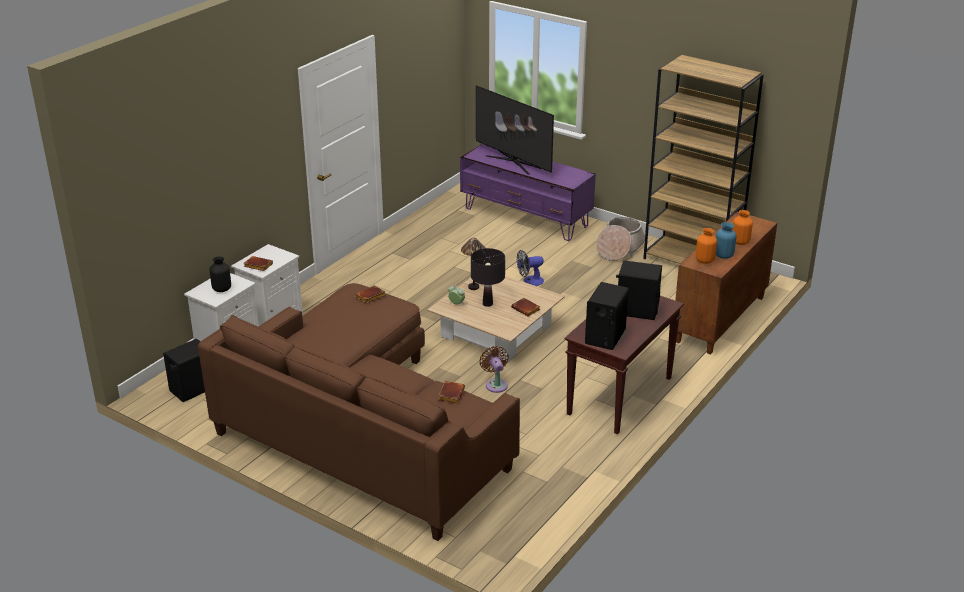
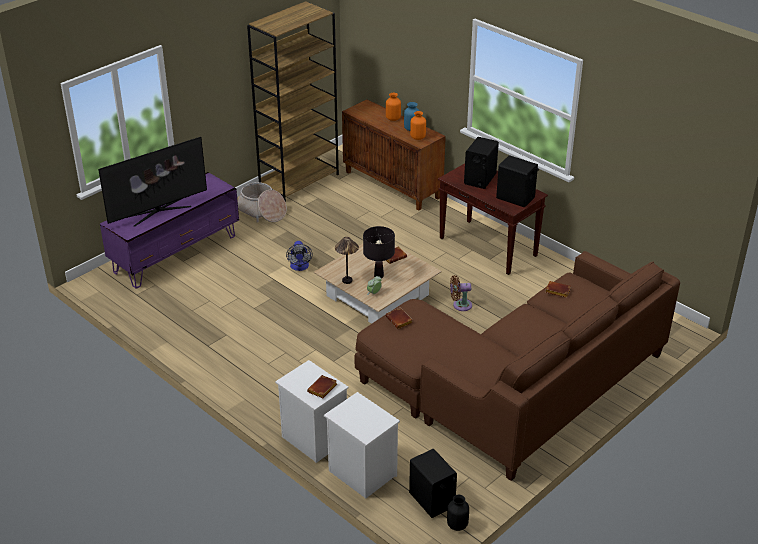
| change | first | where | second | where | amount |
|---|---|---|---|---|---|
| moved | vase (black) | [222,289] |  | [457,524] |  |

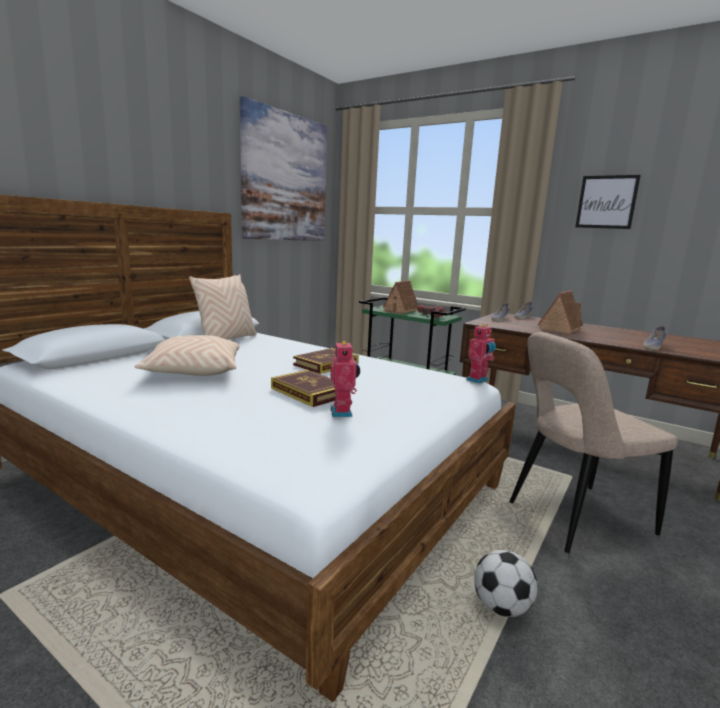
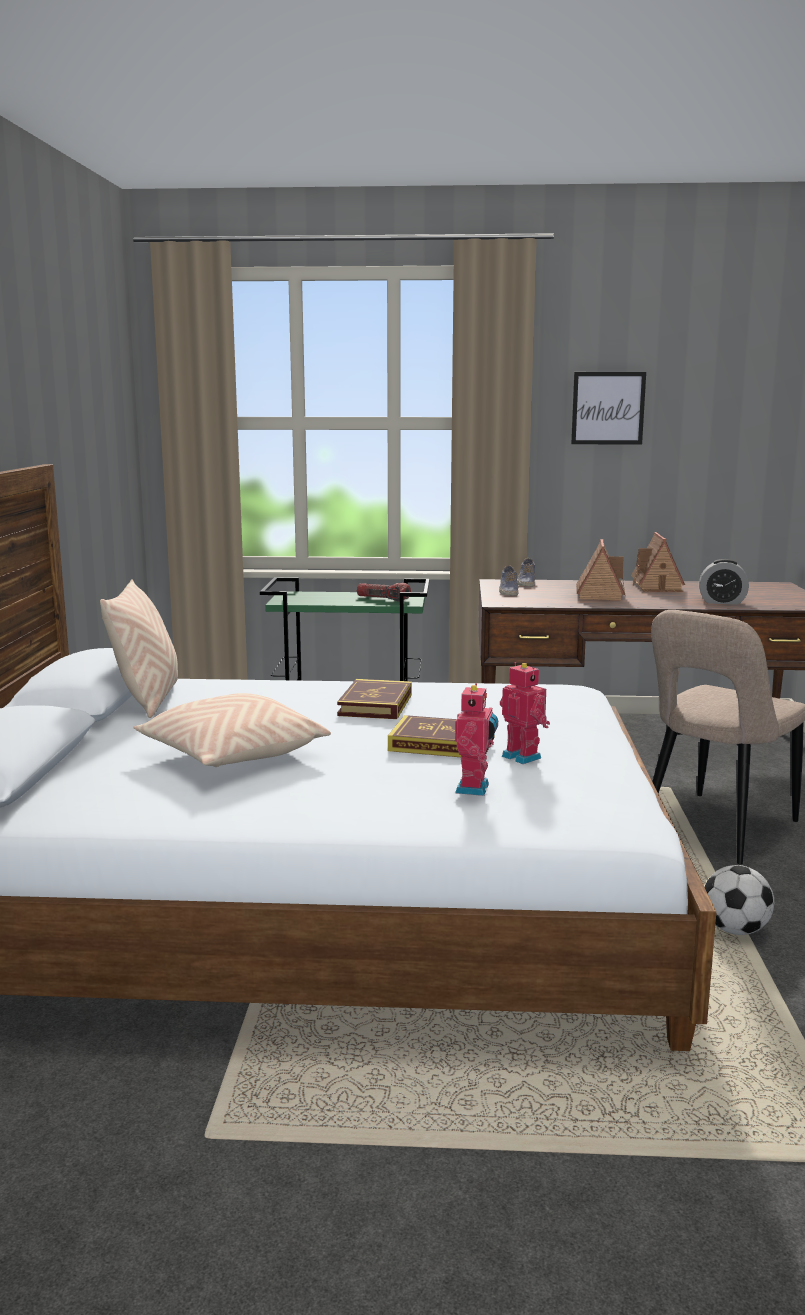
| change | first | where | second | where | amount |
|---|---|---|---|---|---|
| moved | toy robot | [478,380] |  | [475,788] |  |
| moved | toy house | [399,310] |  | [657,586] |  |
| replaced | shoe | [653,346] | alarm clock | [722,602] |  |
| removed | picture | [285,178] |  |  |  |

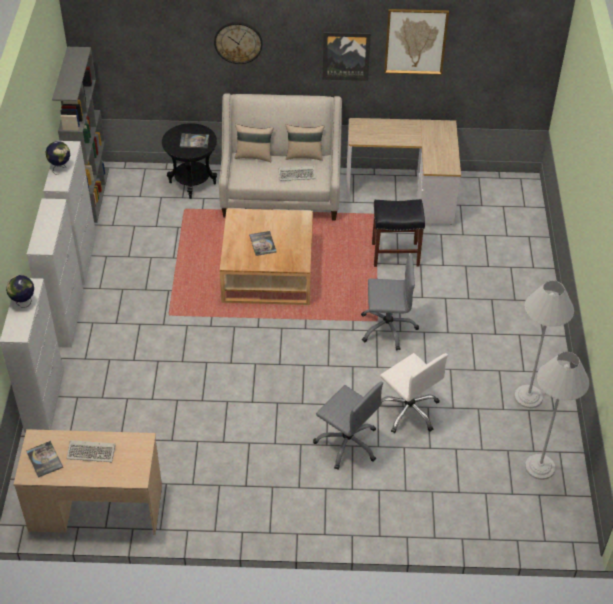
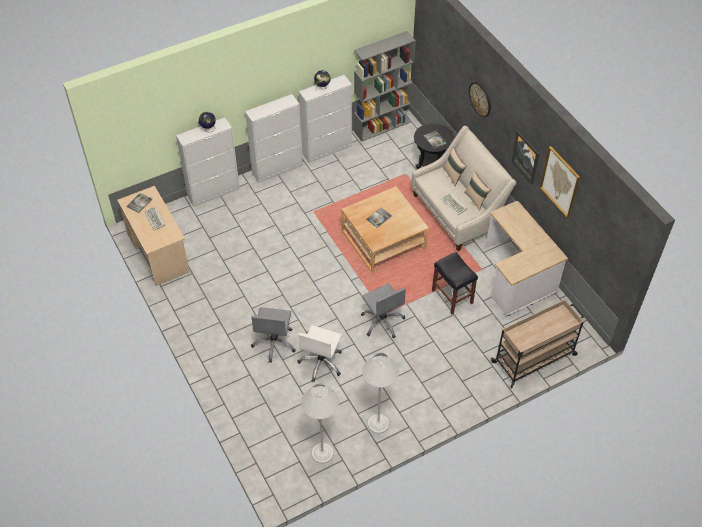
| change | first | where | second | where | amount |
|---|---|---|---|---|---|
| added |  |  | cart (beige) | [535,358] |  |

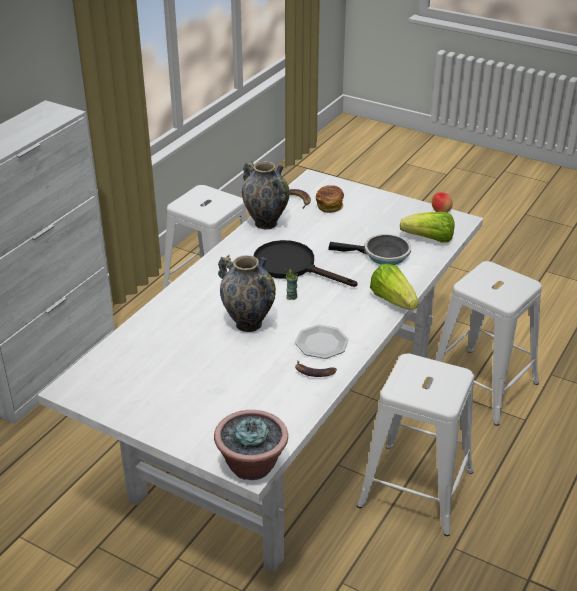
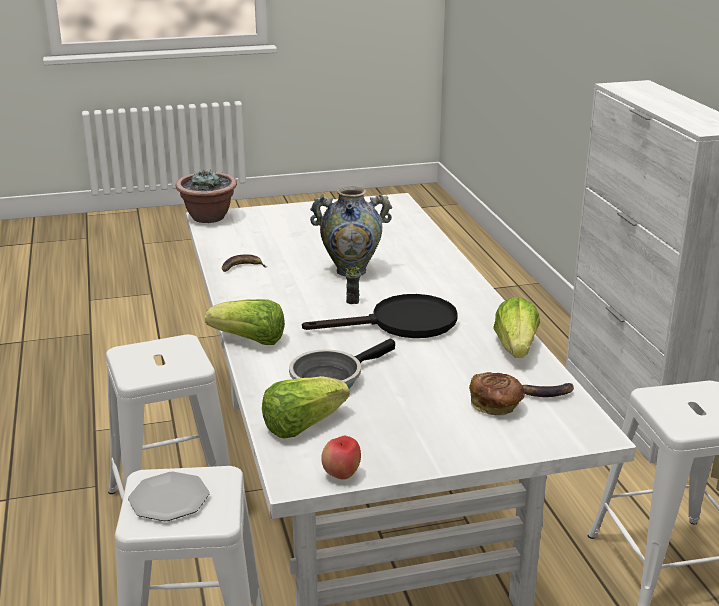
| change | first | where | second | where | amount |
|---|---|---|---|---|---|
| moved | plate | [321,344] |  | [169,499] |  |
| replaced | vase | [266,223] | lettuce | [516,348] |  |

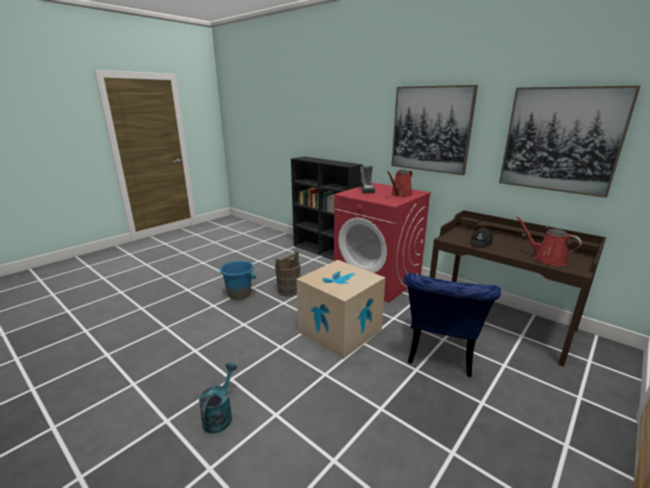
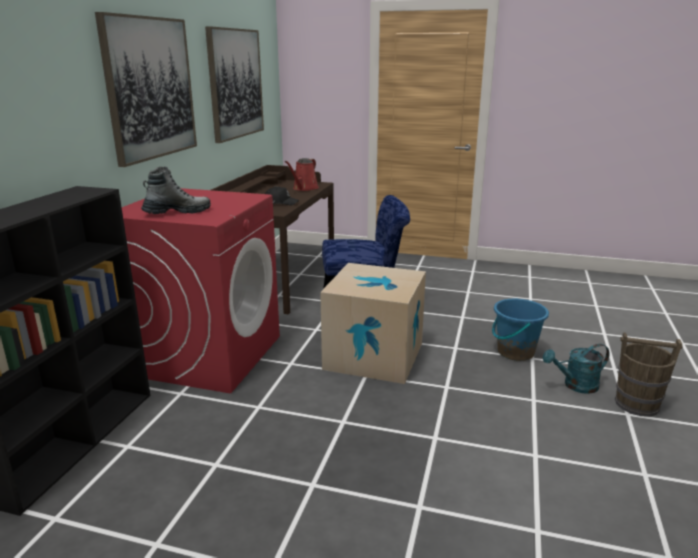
| change | first | where | second | where | amount |
|---|---|---|---|---|---|
| moved | bucket (blue) | [239,294] |  | [515,352] |  |
| moved | bucket (brown) | [289,291] |  | [636,404] |  |
| removed | watering can (red) | [400,194] |  |  |  |

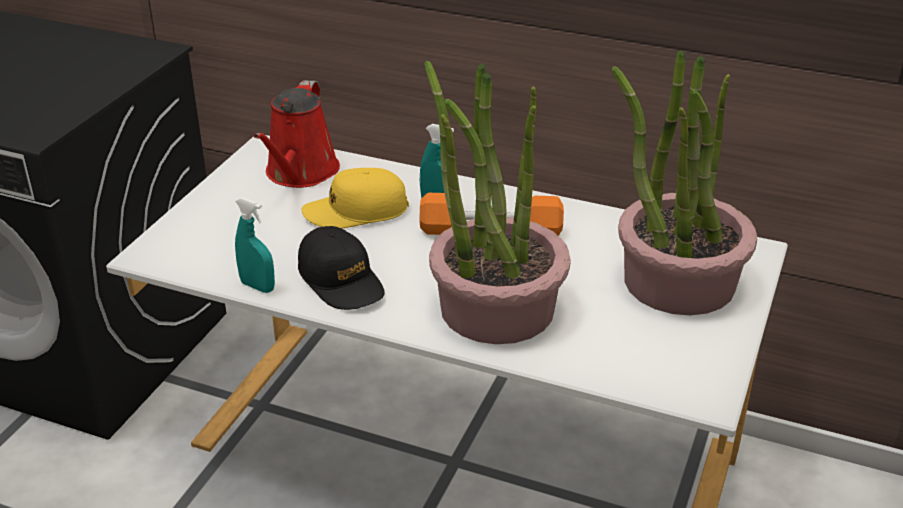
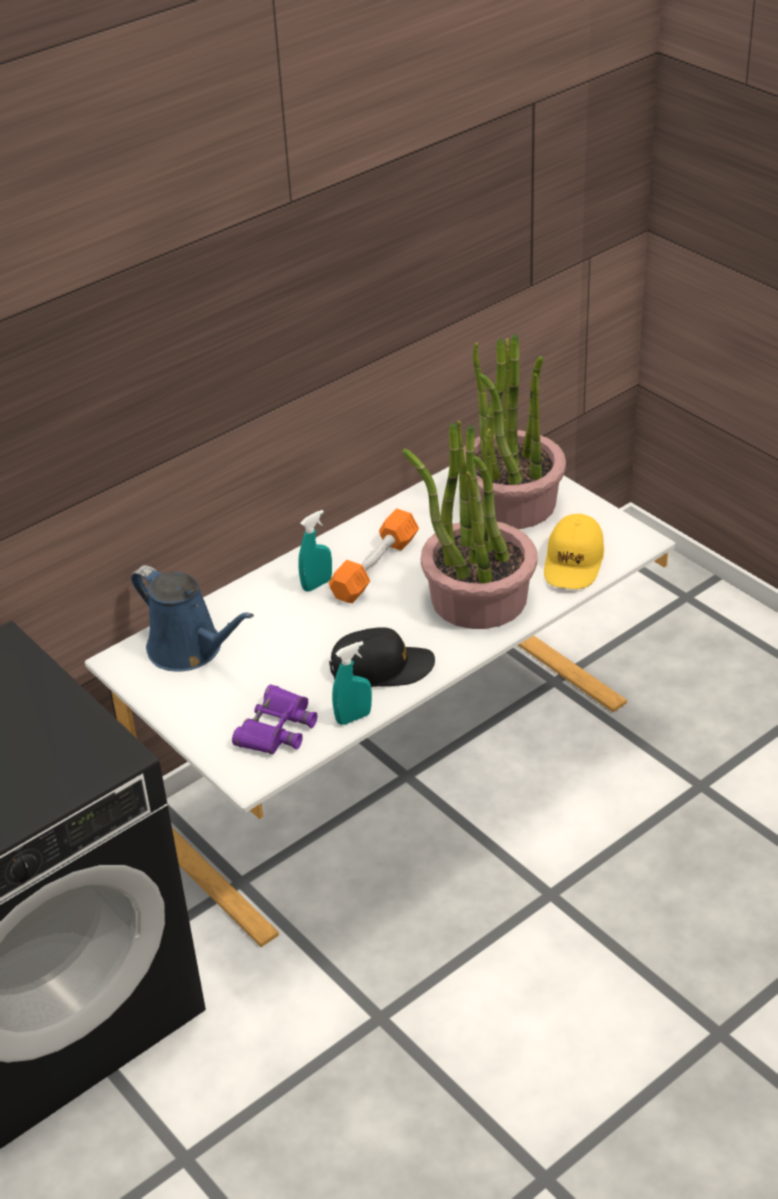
| change | first | where | second | where | amount |
|---|---|---|---|---|---|
| recoloured | watering can (red) | [300,173] | watering can (blue) | [190,650] |  |
| added |  |  | binoculars (purple) | [276,728] |  |
| moved | cap (yellow) | [356,211] |  | [573,562] |  |

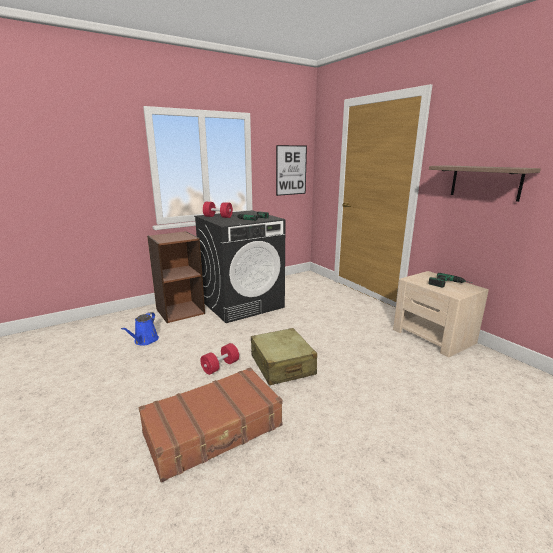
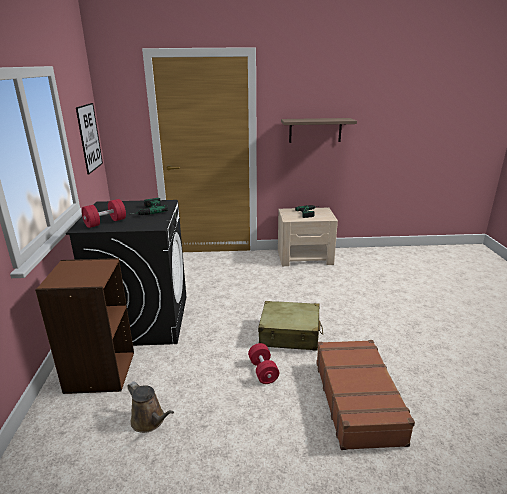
| change | first | where | second | where | amount |
|---|---|---|---|---|---|
| recoloured | watering can (blue) | [145,341] | watering can (brown) | [150,421] |  |

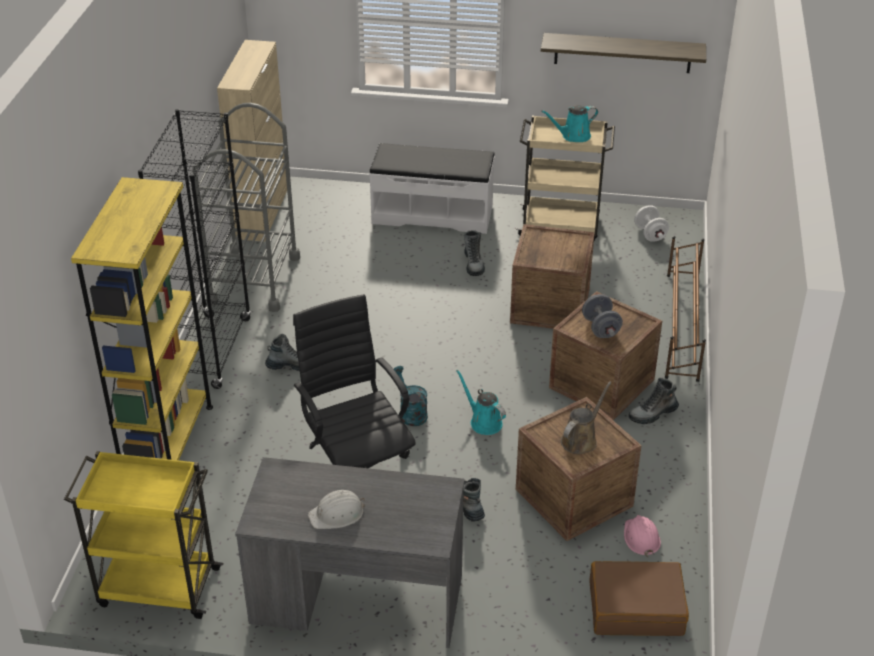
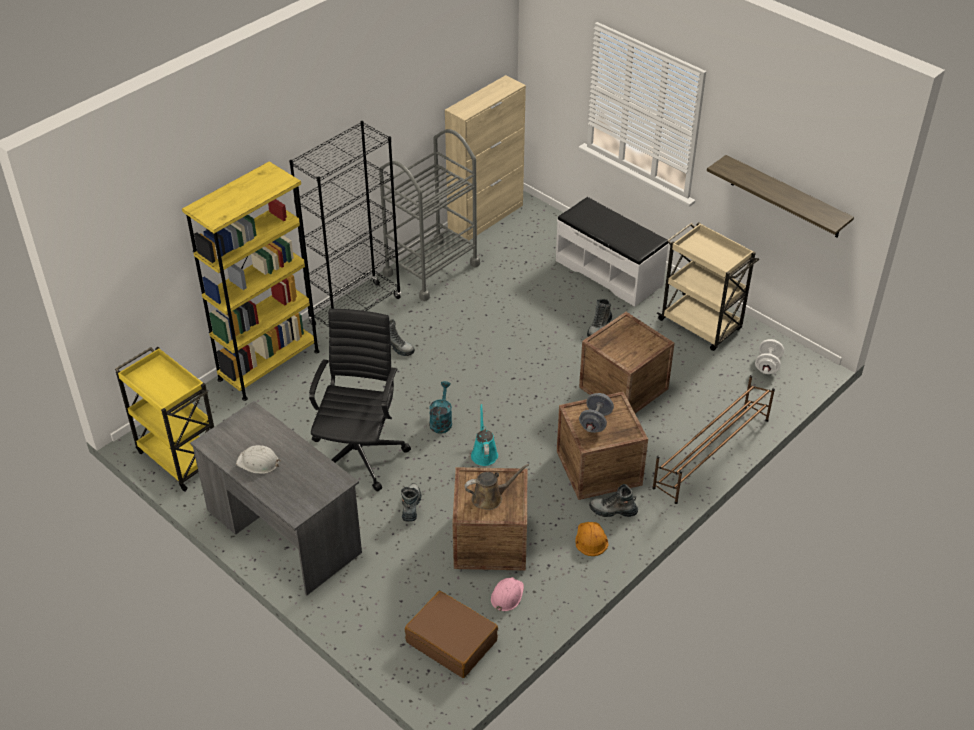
| change | first | where | second | where | amount |
|---|---|---|---|---|---|
| added |  |  | hard hat (orange) | [590,539] |  |
| removed | watering can (turquoise) | [573,136] |  |  |  |

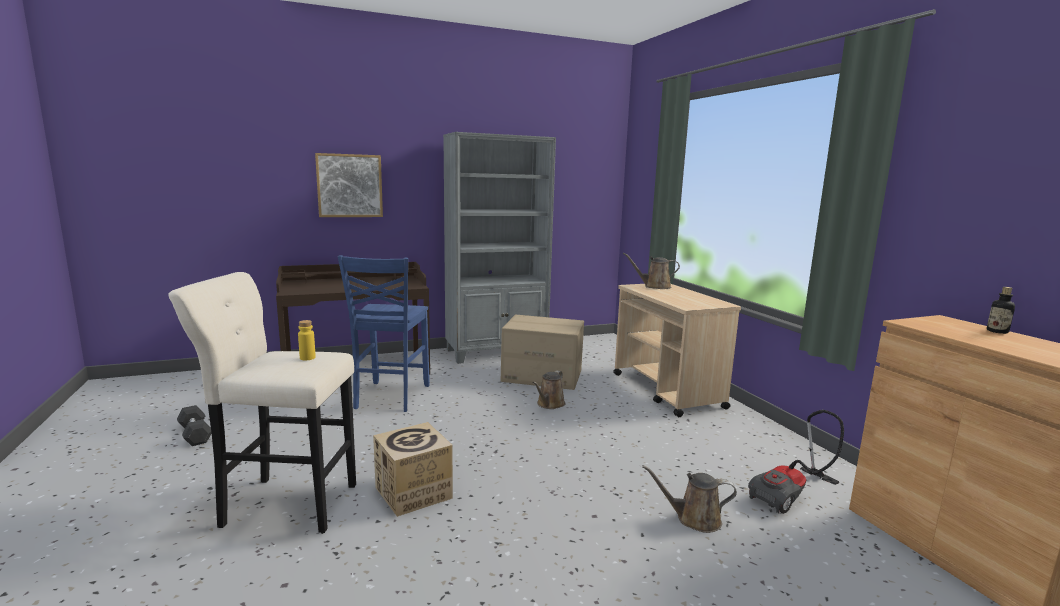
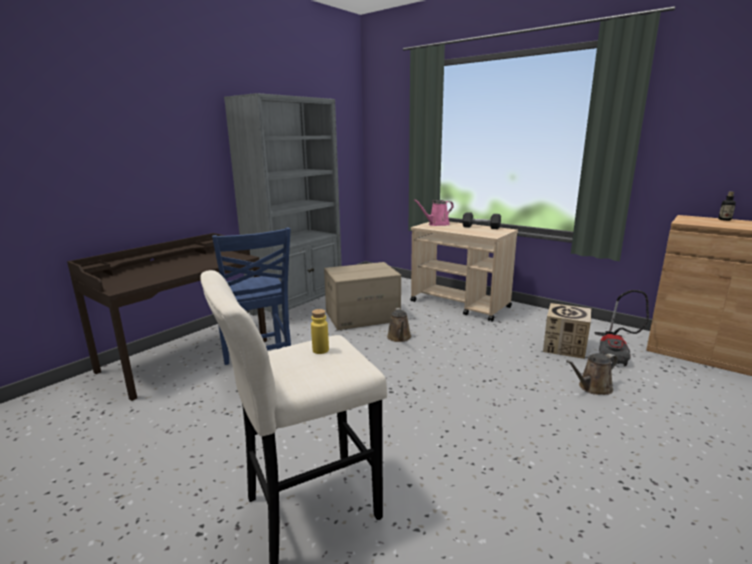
| change | first | where | second | where | amount |
|---|---|---|---|---|---|
| recoloured | watering can (brown) | [654,286] | watering can (pink) | [437,224] |  |
| moved | dumbbell (grey) | [195,434] |  | [481,227] |  |
| moved | cardboard box | [413,493] |  | [564,347] |  |
| removed | picture | [349,185] |  |  |  |

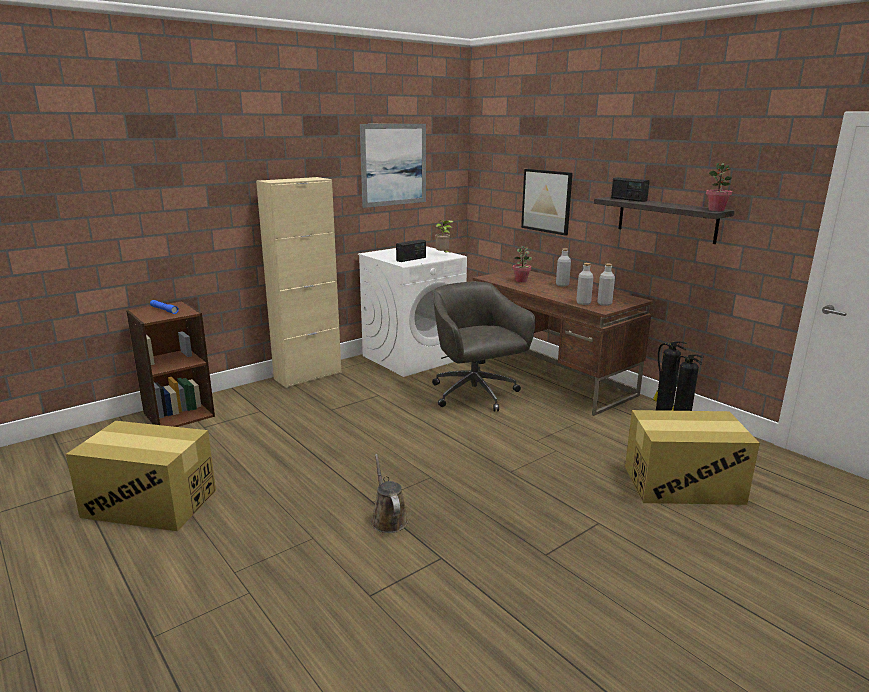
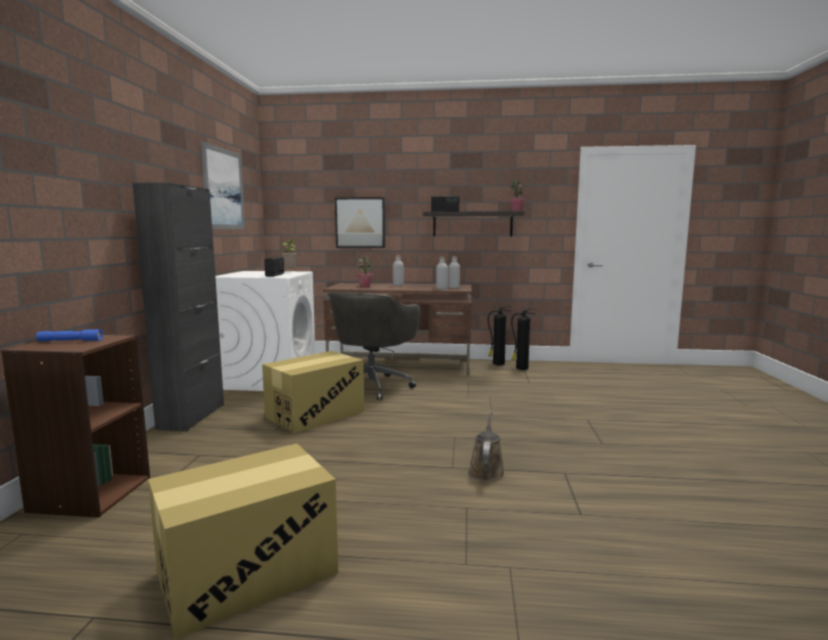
| change | first | where | second | where | amount |
|---|---|---|---|---|---|
| recoloured | cabinet (beige) | [308,376] | cabinet (black) | [191,416] |  |
| moved | cardboard box | [683,484] |  | [315,414] |  |
| turned | office chair (grey) | [475,395] |  | [373,386] | 90 degrees counterclockwise |
| turned | watering can (brown) | [388,519] |  | [486,470] | 75 degrees clockwise |

